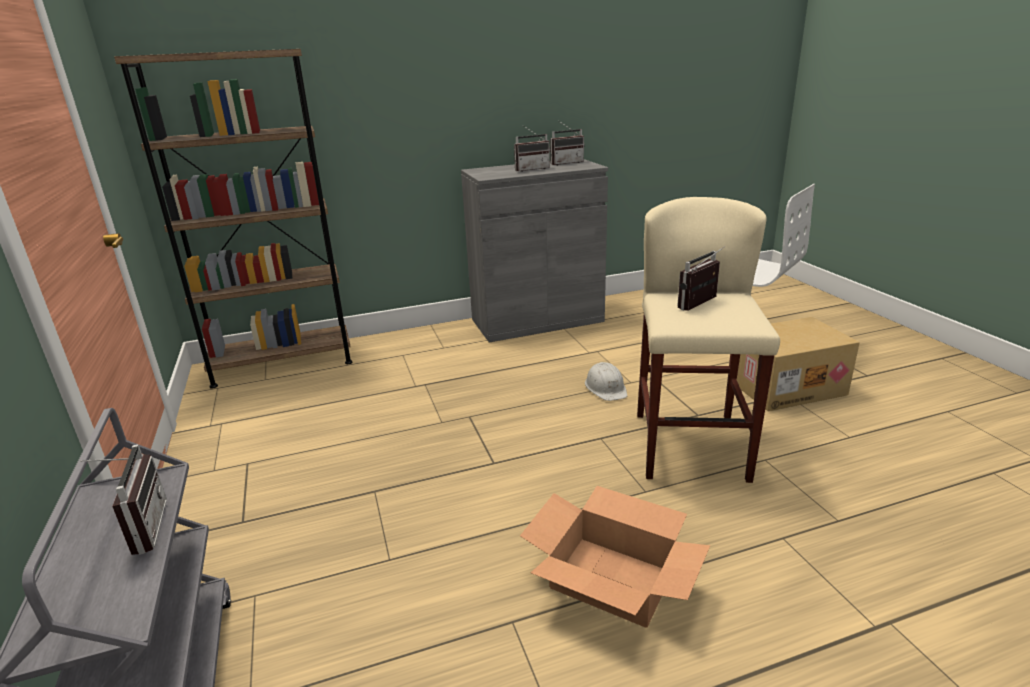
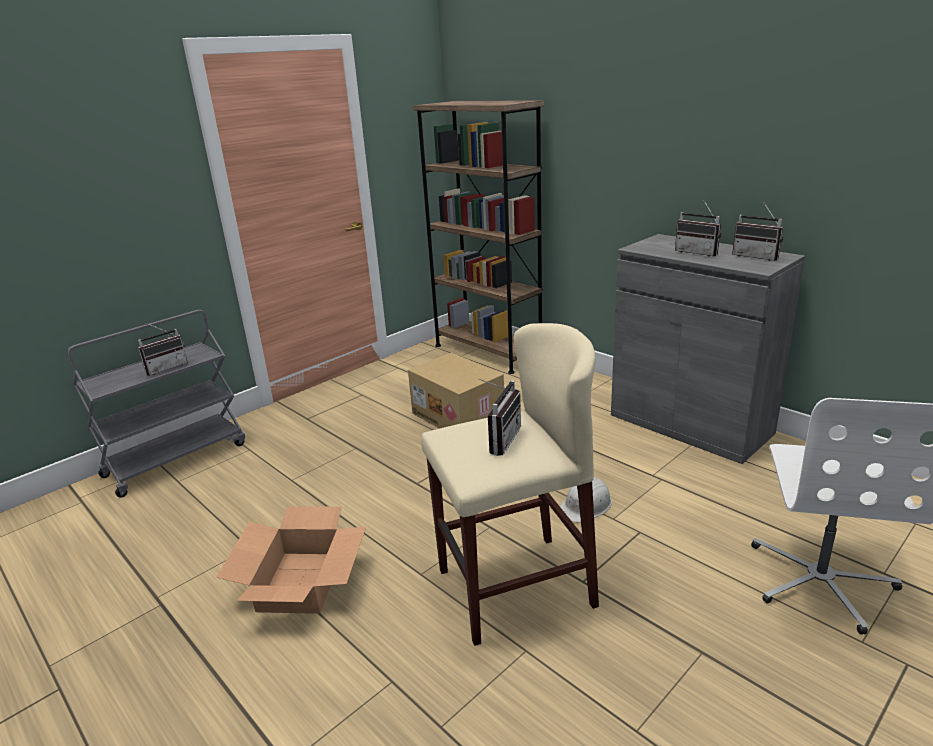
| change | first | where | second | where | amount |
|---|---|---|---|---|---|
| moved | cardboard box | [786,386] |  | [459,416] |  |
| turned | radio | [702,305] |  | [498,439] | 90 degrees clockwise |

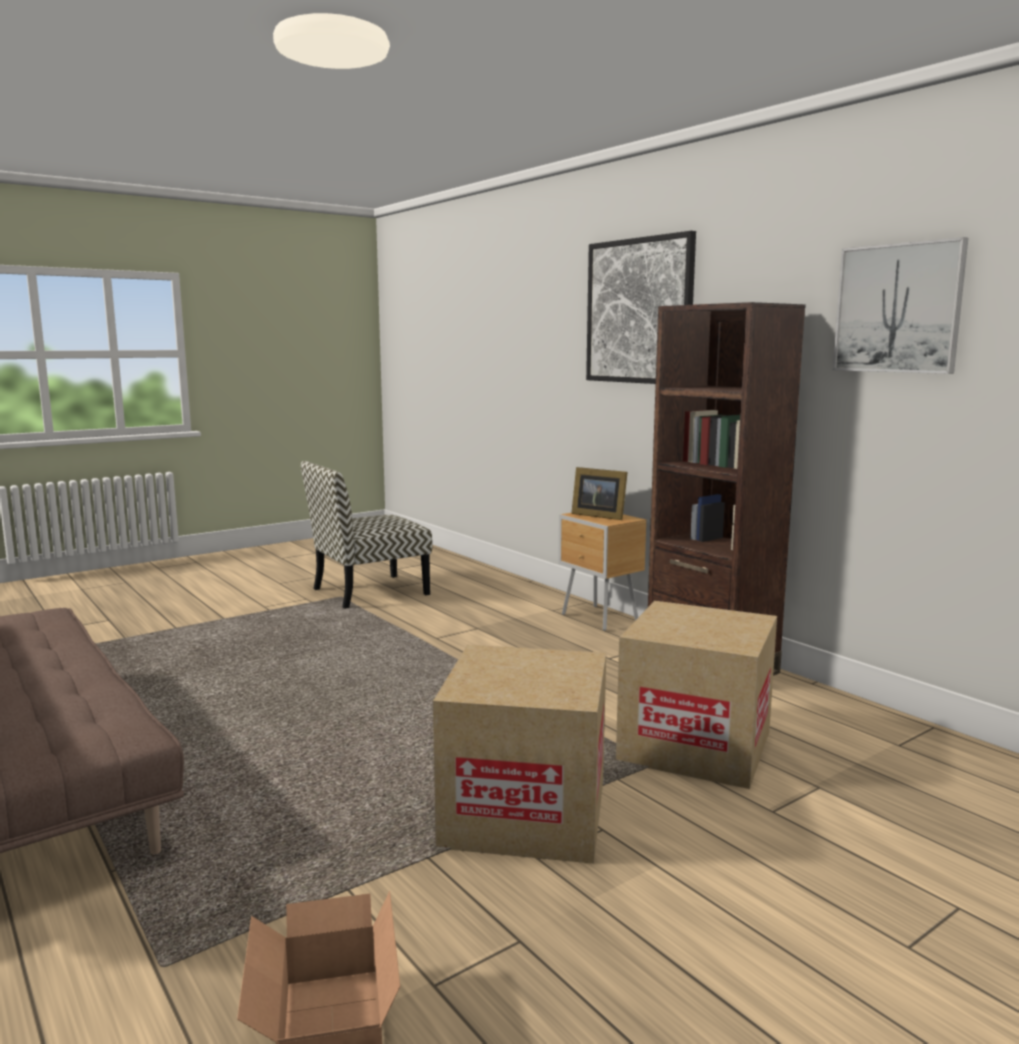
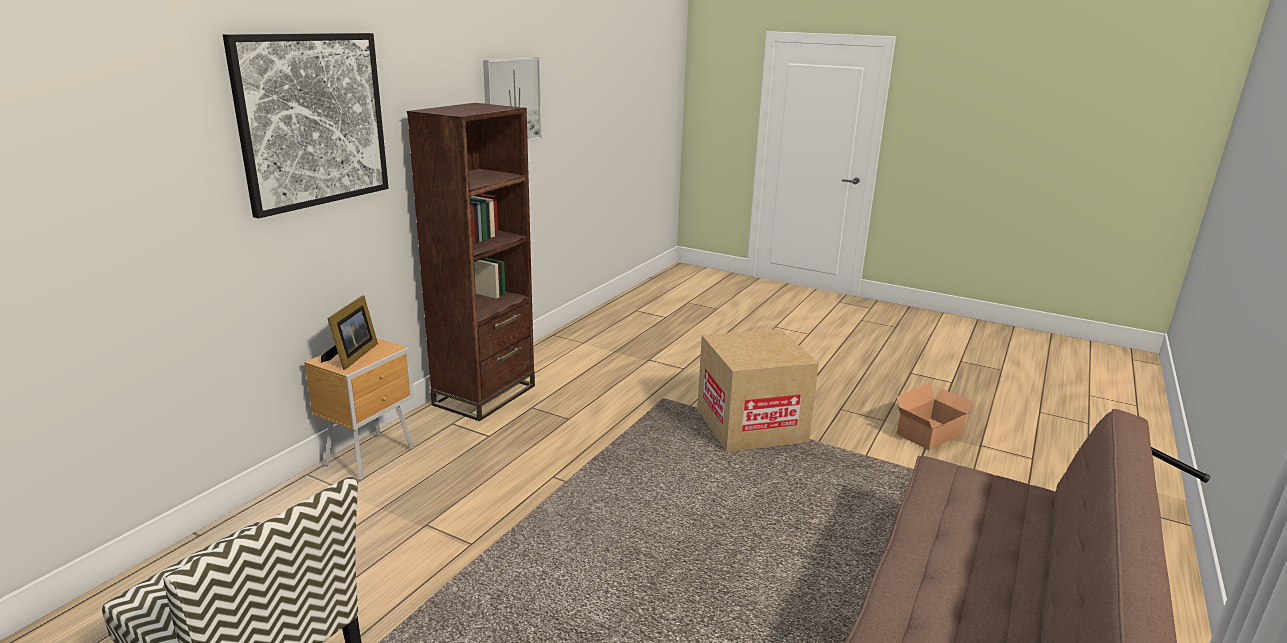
| change | first | where | second | where | amount |
|---|---|---|---|---|---|
| removed | cardboard box | [695,746] |  |  |  |

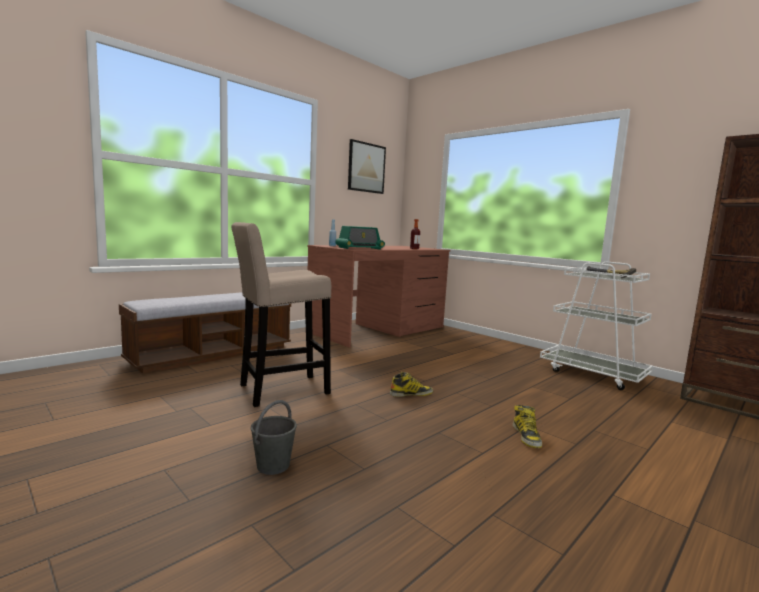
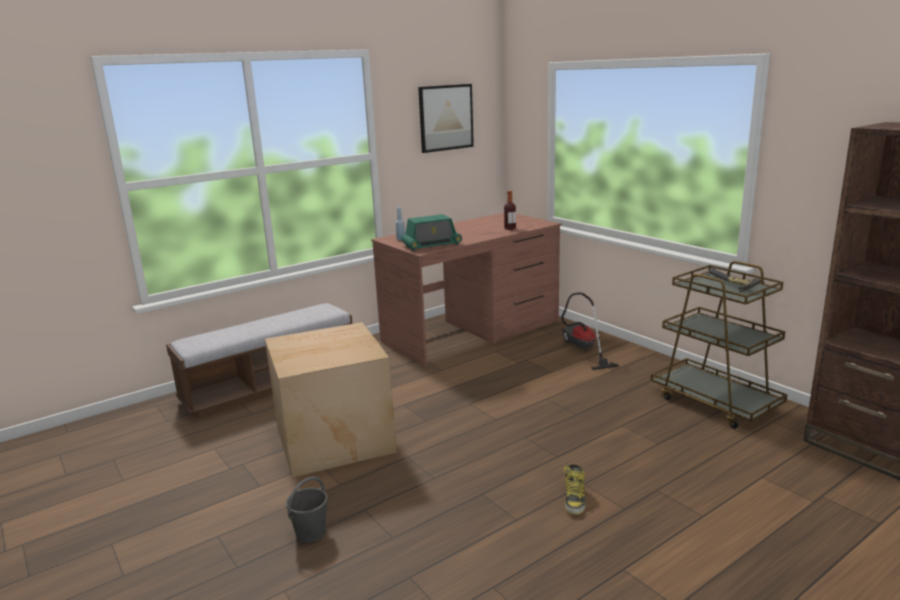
| change | first | where | second | where | amount |
|---|---|---|---|---|---|
| replaced | stool (beige) | [279,390] | cardboard box | [332,438] |  |
| added |  |  | vacuum cleaner | [582,350] |  |
| recoloured | cart (white) | [593,374] | cart (brown) | [715,402] |  |
| removed | boot | [411,394] |  |  |  |

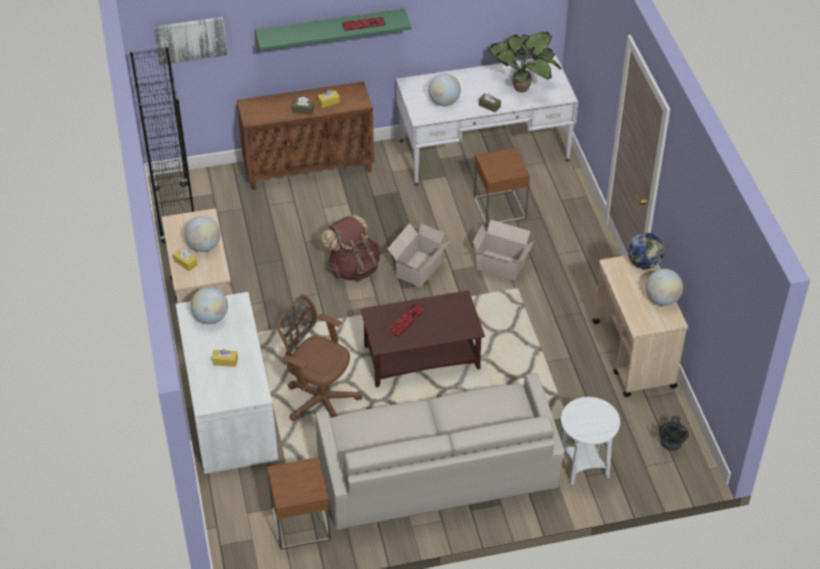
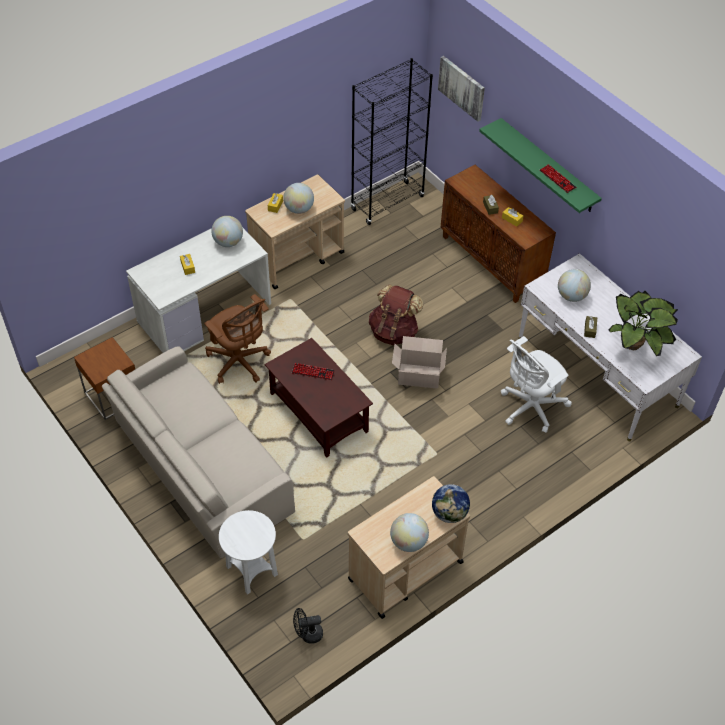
| change | first | where | second | where | amount |
|---|---|---|---|---|---|
| turned | office chair (brown) | [319,400] |  | [239,363] | 135 degrees clockwise |
| replaced | side table (brown) | [499,208] | office chair (white) | [530,408] |  |
| removed | cardboard box | [501,266] |  |  |  |

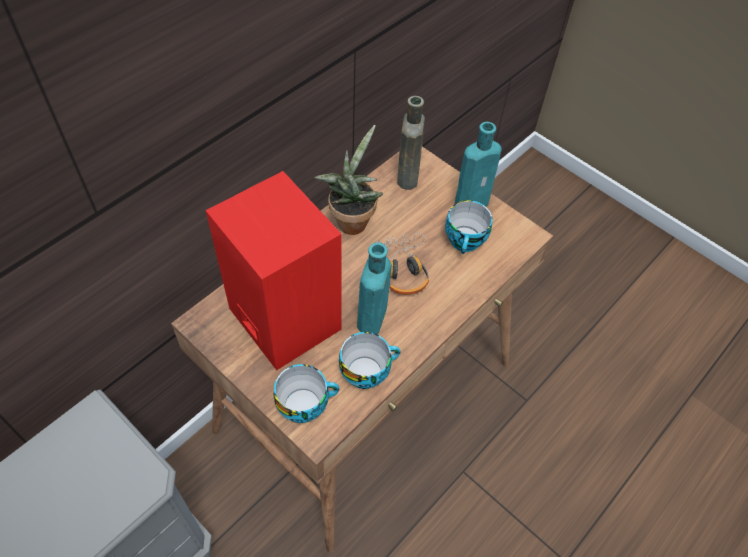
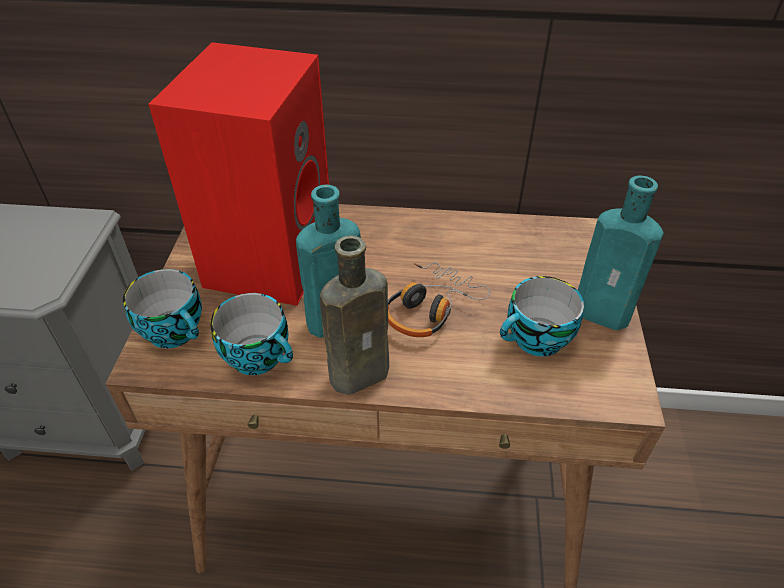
| change | first | where | second | where | amount |
|---|---|---|---|---|---|
| moved | bottle (brown) | [408,174] |  | [363,372] |  |
| removed | potted plant | [351,220] |  |  |  |

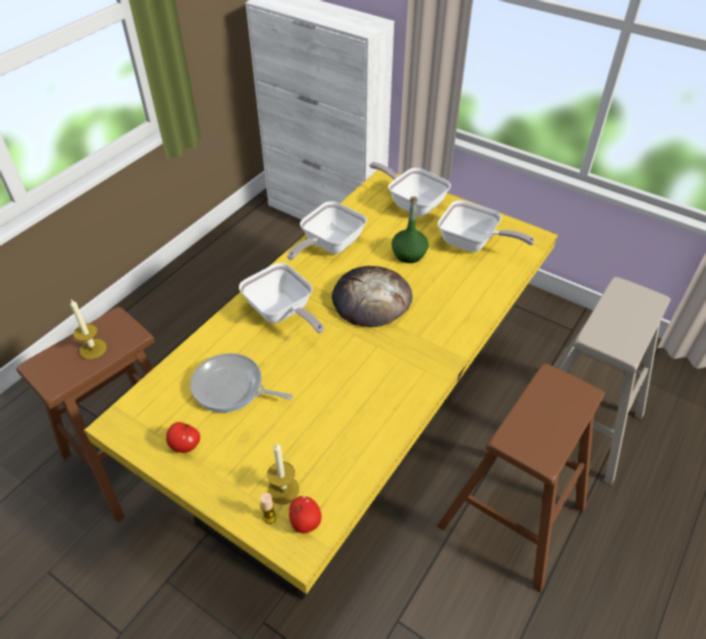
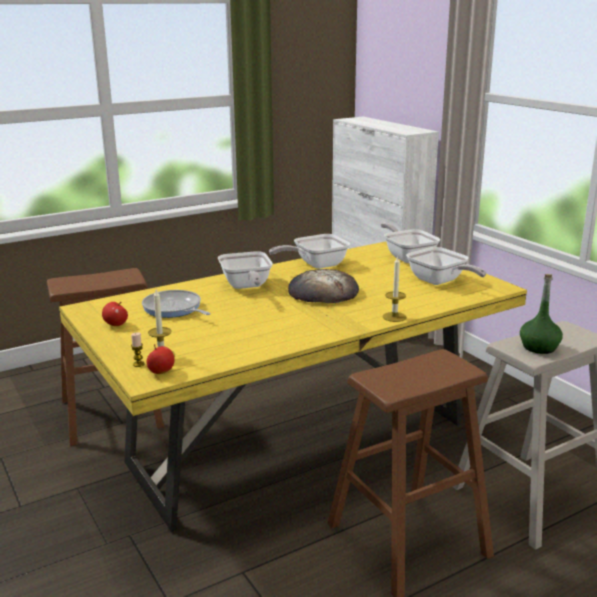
| change | first | where | second | where | amount |
|---|---|---|---|---|---|
| moved | candle | [93,349] |  | [394,317] |  |
| moved | bottle (green) | [408,254] |  | [539,347] |  |

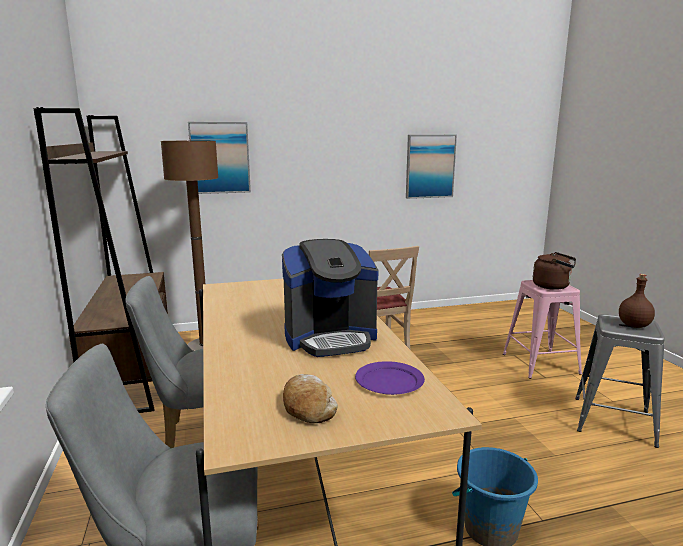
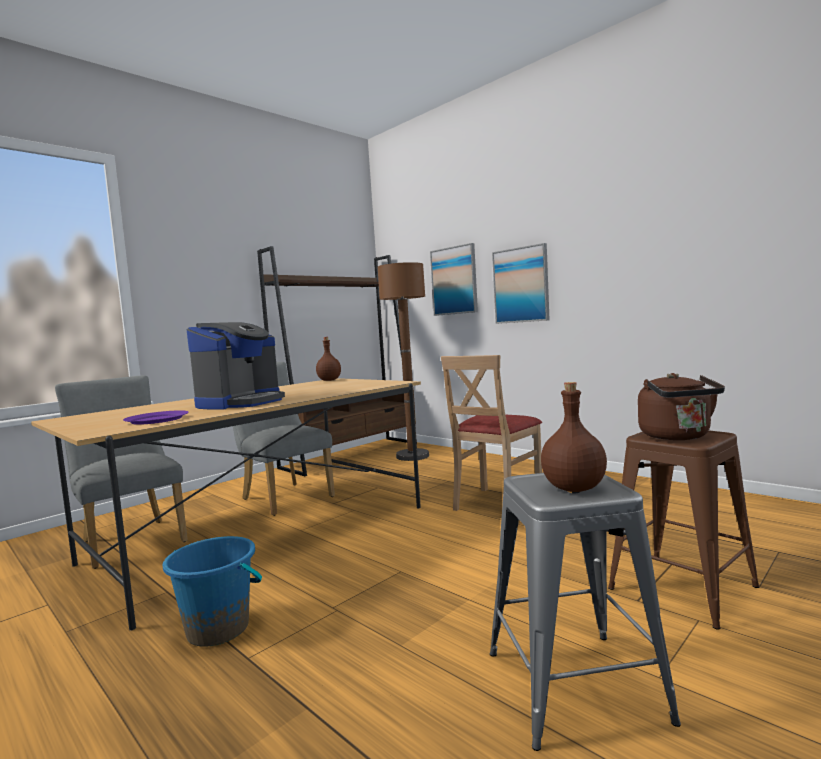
| change | first | where | second | where | amount |
|---|---|---|---|---|---|
| turned | coffee machine | [330,338] |  | [241,403] | 105 degrees counterclockwise |
| added |  |  | bottle (brown) | [329,380] |  |
| moved | picture | [430,166] |  | [521,285] |  |
| recoloured | stool (pink) | [540,364] | stool (brown) | [682,588] |  |
| removed | bread | [308,407] |  |  |  |

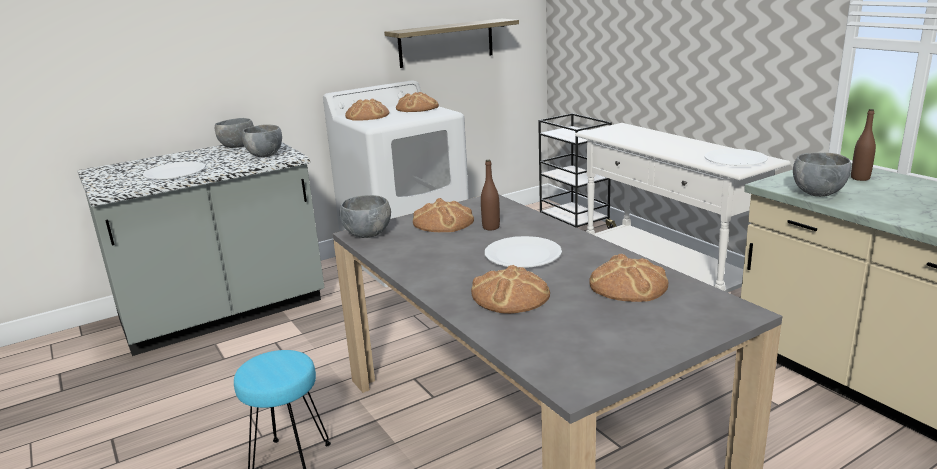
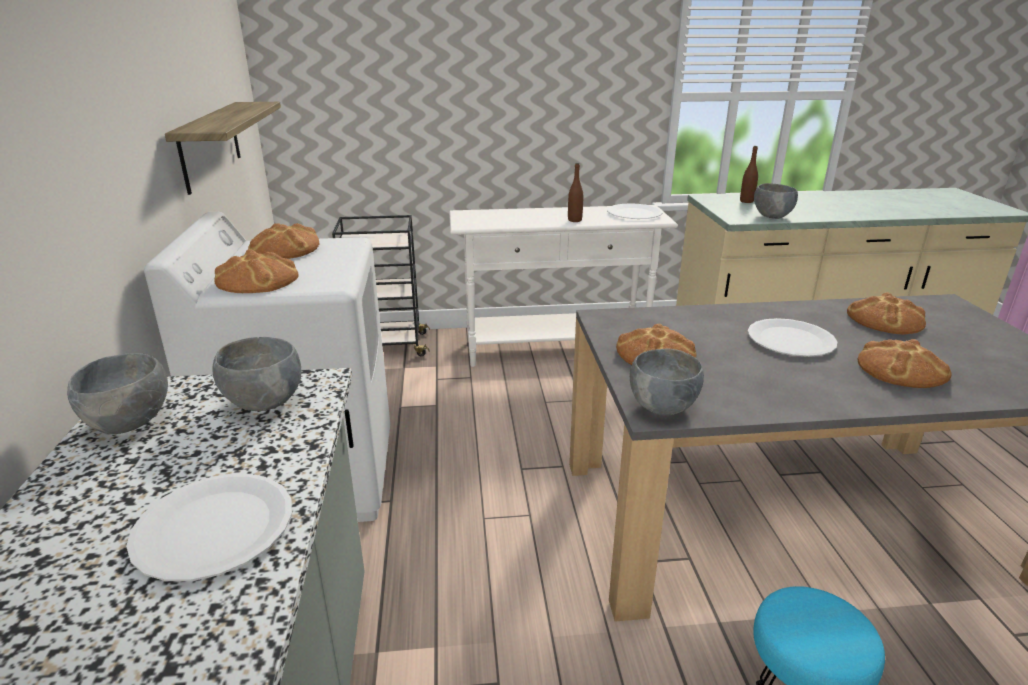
| change | first | where | second | where | amount |
|---|---|---|---|---|---|
| moved | bottle (brown) | [491,227] |  | [574,220] |  |

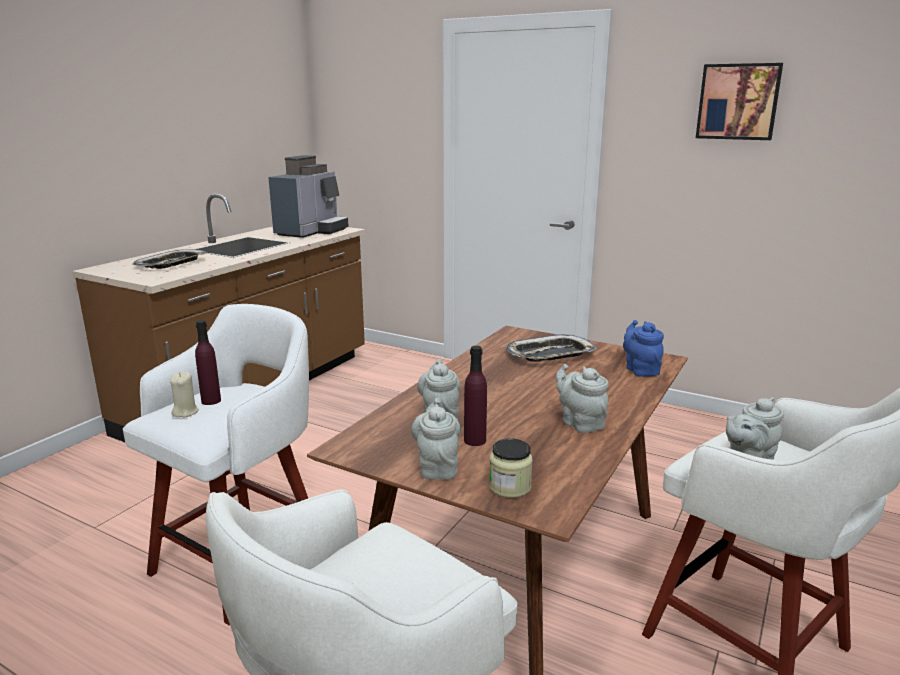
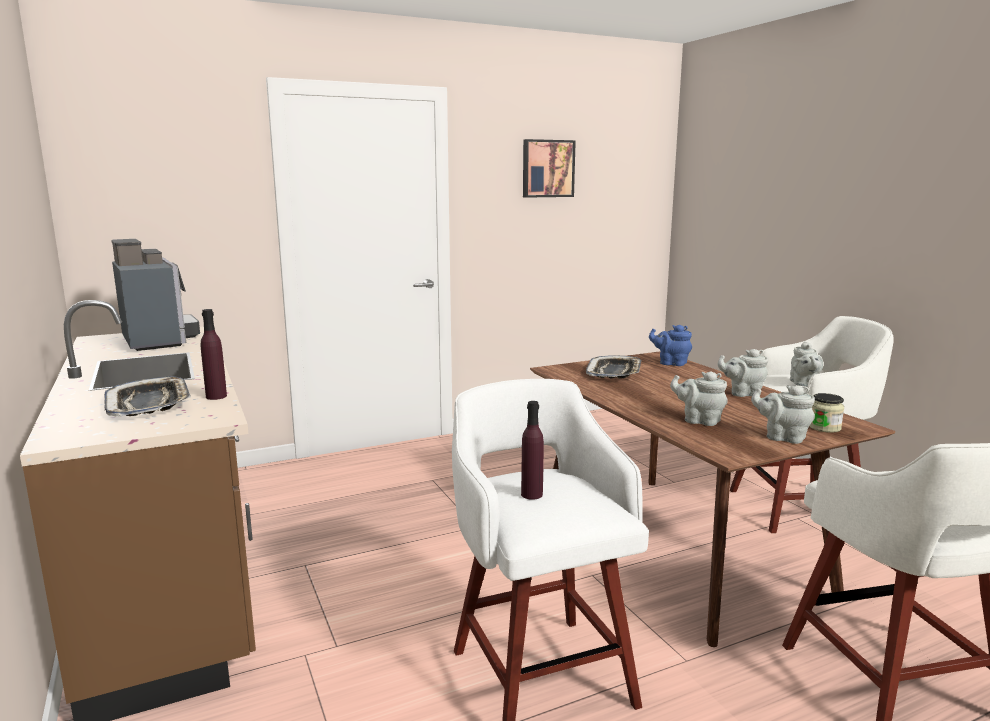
| change | first | where | second | where | amount |
|---|---|---|---|---|---|
| moved | bottle (purple) | [475,440] |  | [216,396] |  |
| removed | candle (beige) | [185,412] |  |  |  |

